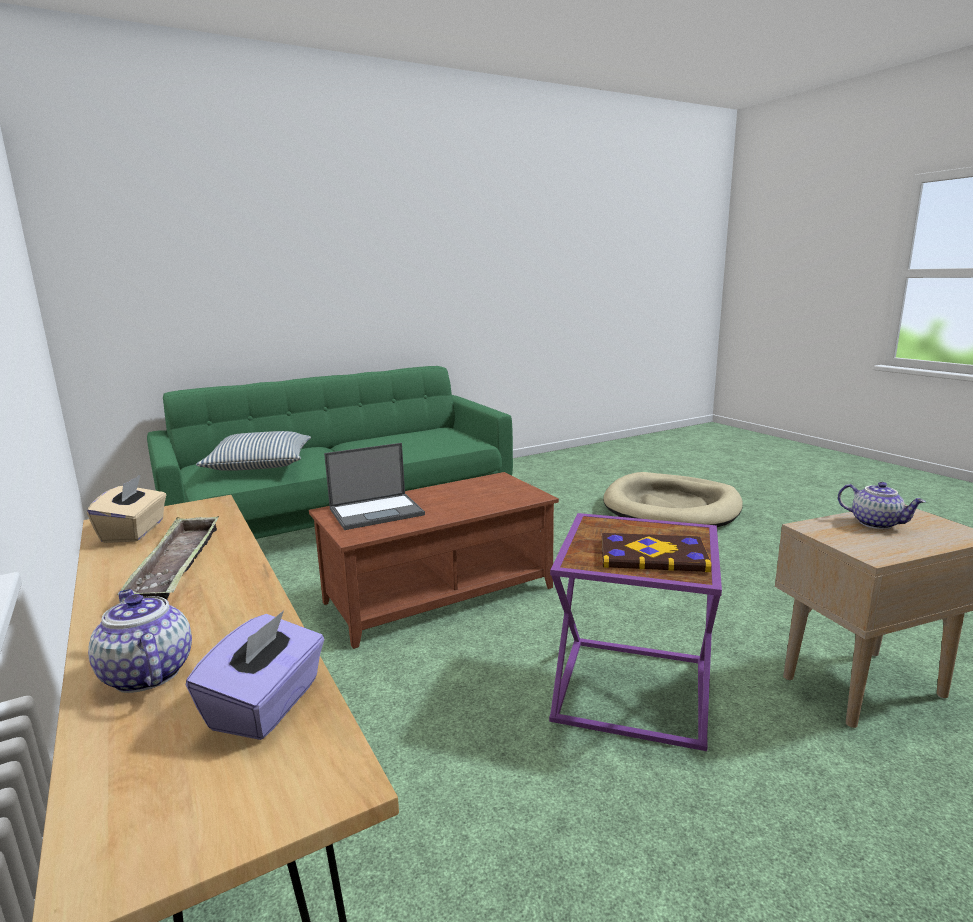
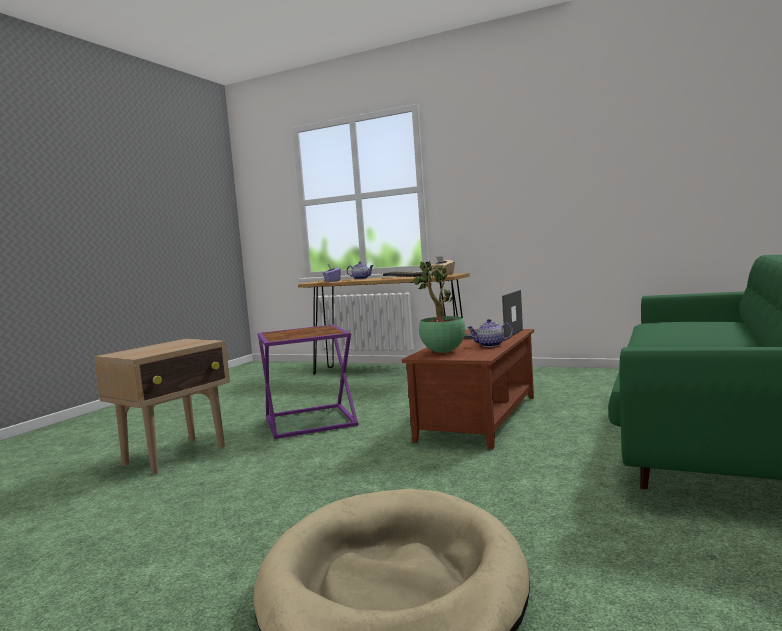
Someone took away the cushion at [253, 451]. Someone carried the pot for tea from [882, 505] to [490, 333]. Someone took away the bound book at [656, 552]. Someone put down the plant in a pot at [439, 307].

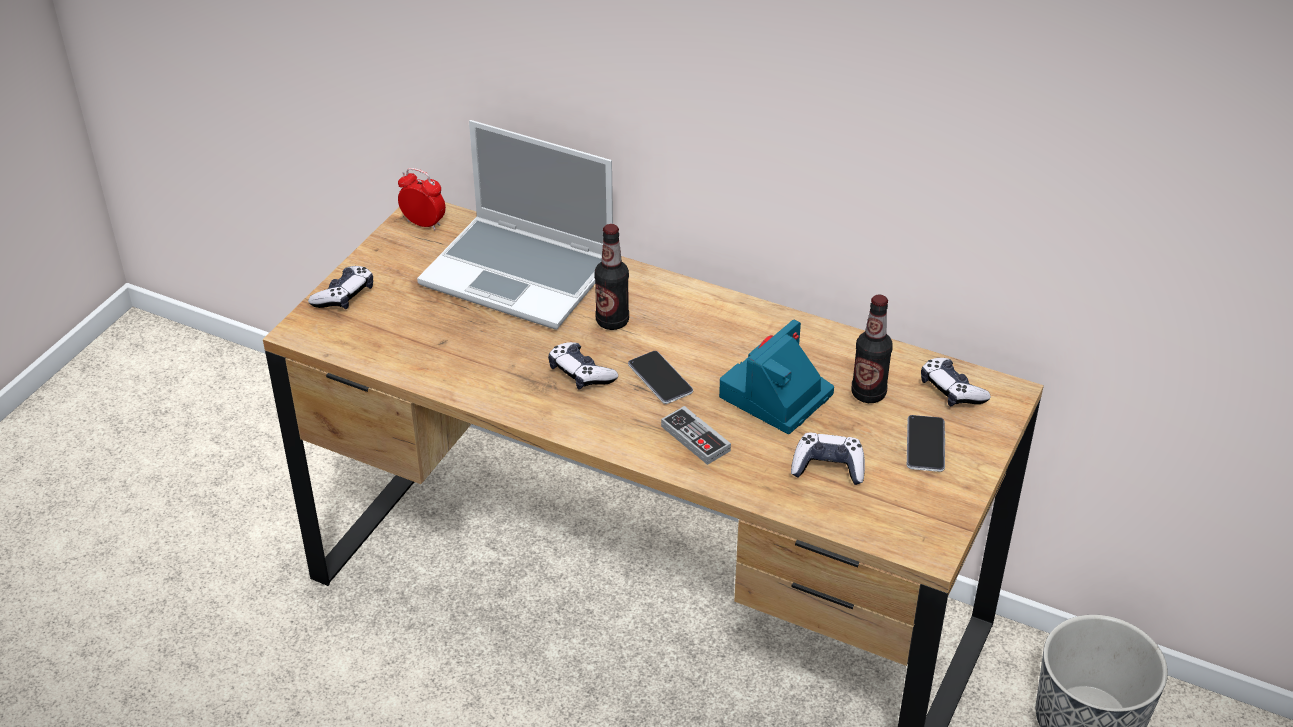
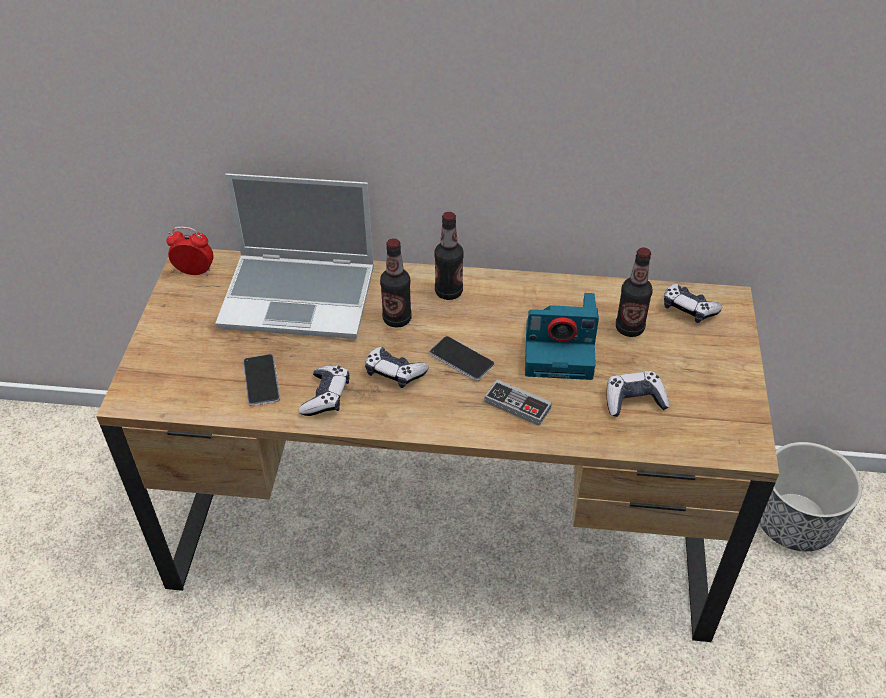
Someone carried the joypad from [340, 287] to [324, 390]. Someone rotated the photo camera at [776, 376] by 105 degrees counterclockwise. Someone carried the telephone from [926, 443] to [261, 380]. Someone put down the drink bottle at [449, 256].

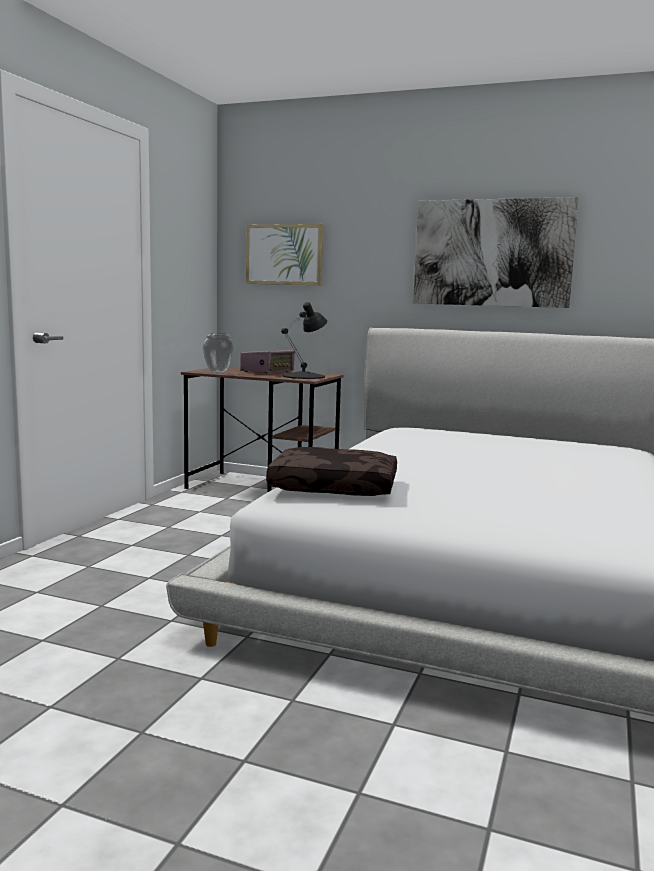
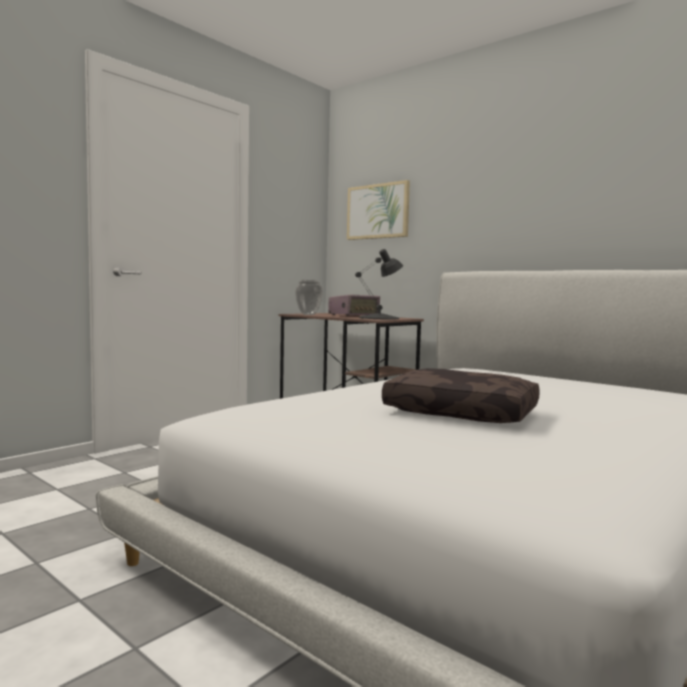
Someone took away the wall picture at [496, 252]. Someone carried the brownish cushion from [331, 471] to [461, 395].

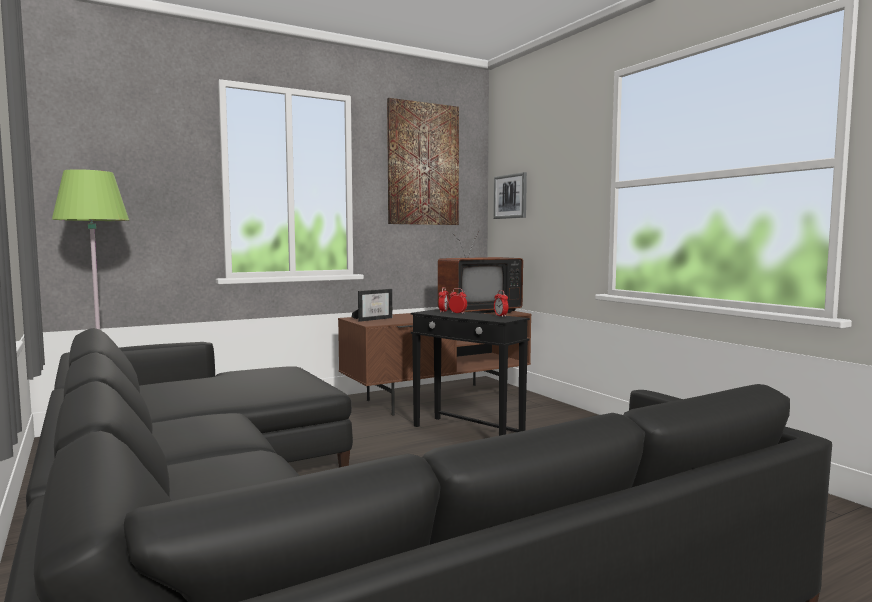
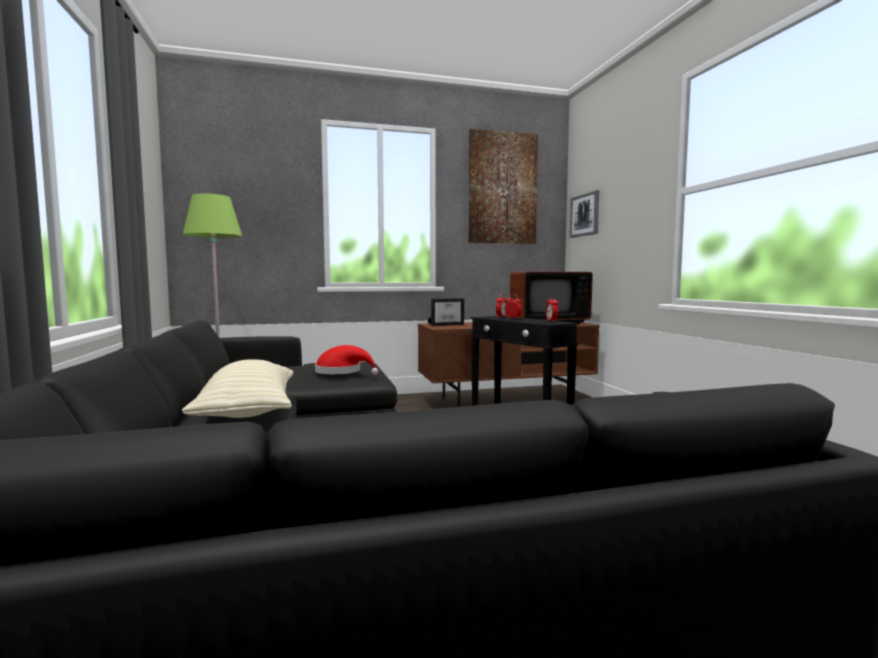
Someone put down the reddish hat at [346, 360]. Someone put down the sand-coloured cushion at [237, 388].

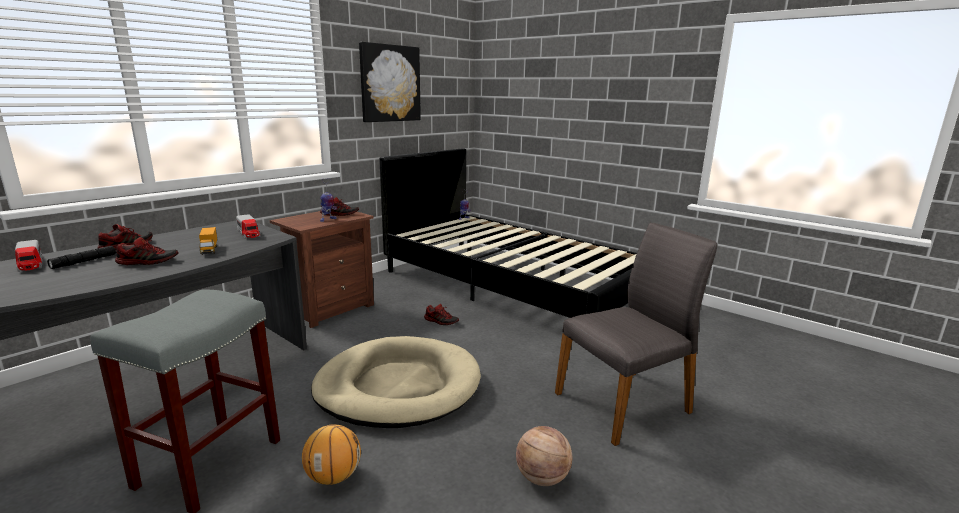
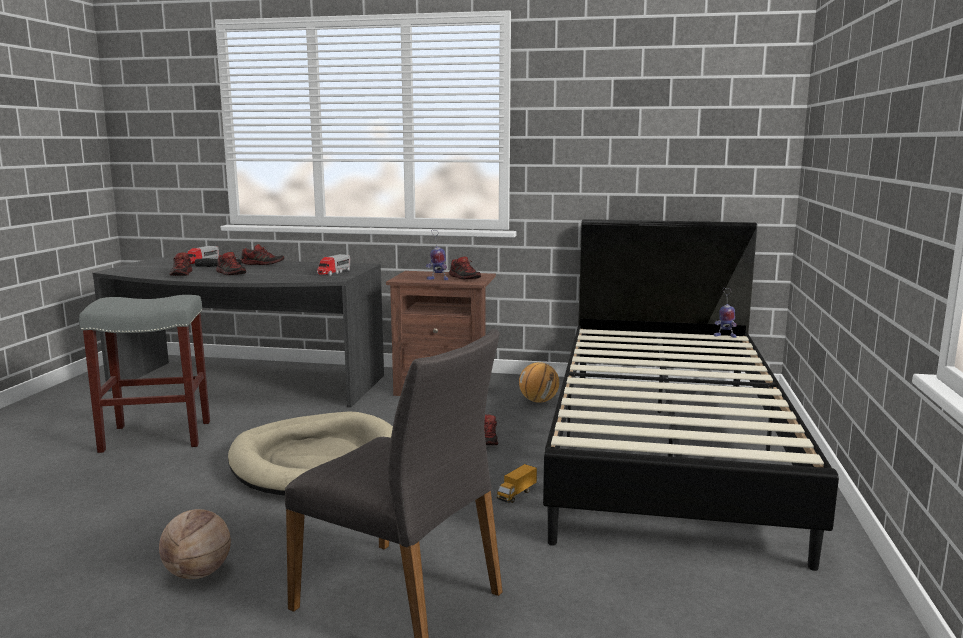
Someone took away the wall picture at [390, 82]. Someone carried the toy lorry from [208, 241] to [517, 483]. Someone carried the ball for basketball from [331, 454] to [539, 382]. Someone put down the shoe at [180, 264].

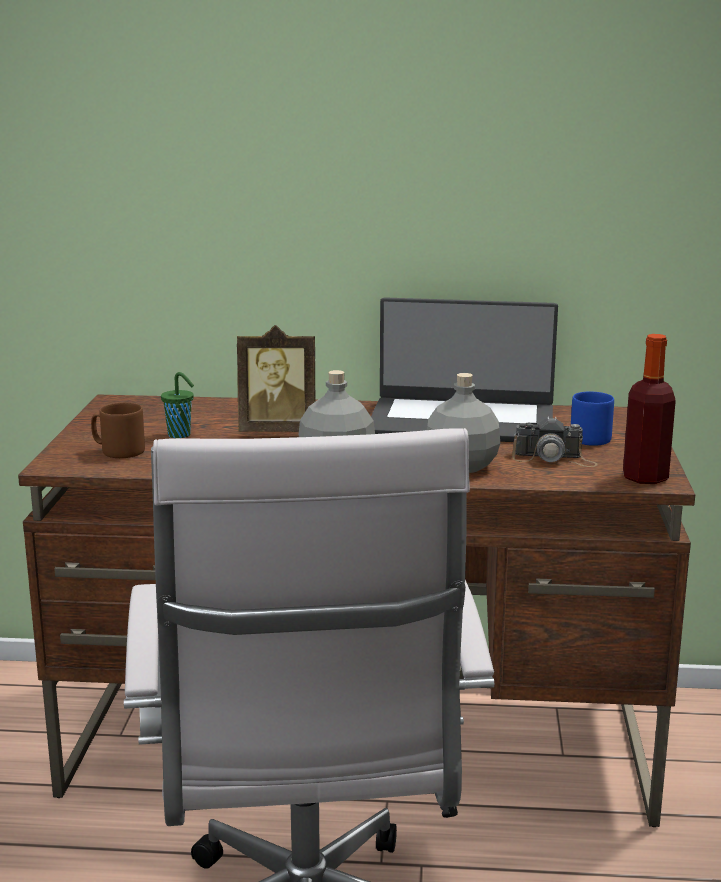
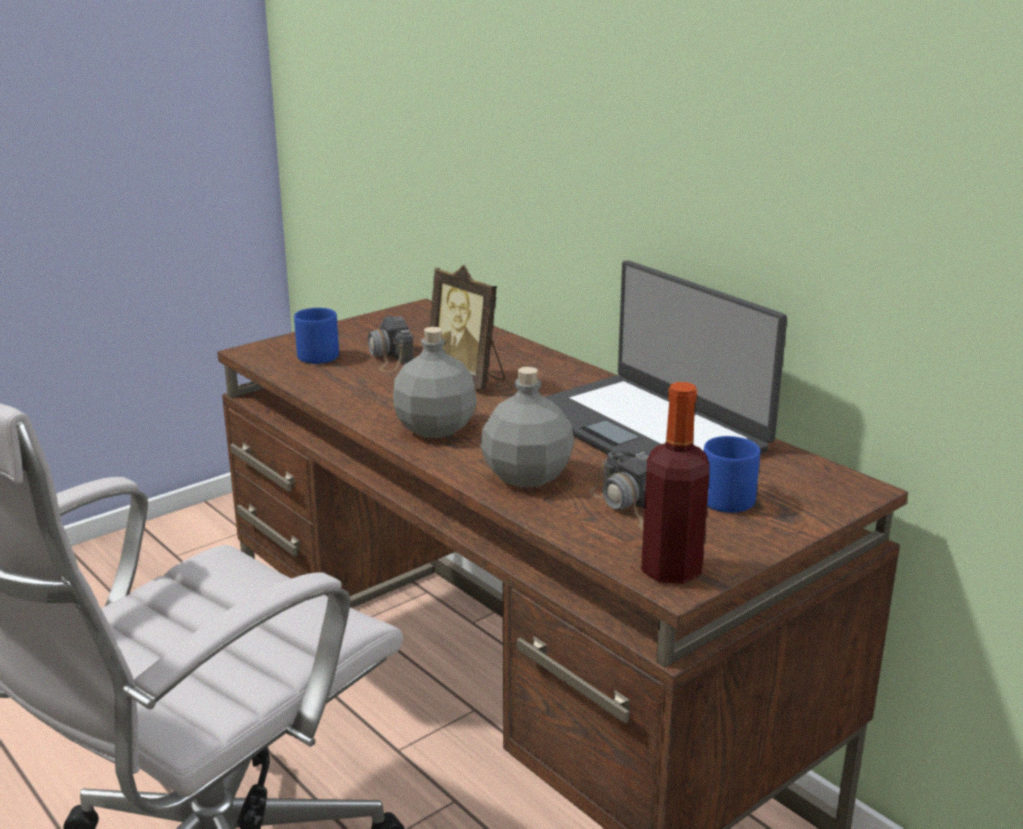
Someone swapped the green drinking cup at [177, 405] for the photo camera at [391, 344]. Someone repainted the brownish mug at [118, 430], which became the blue mug at [316, 336].

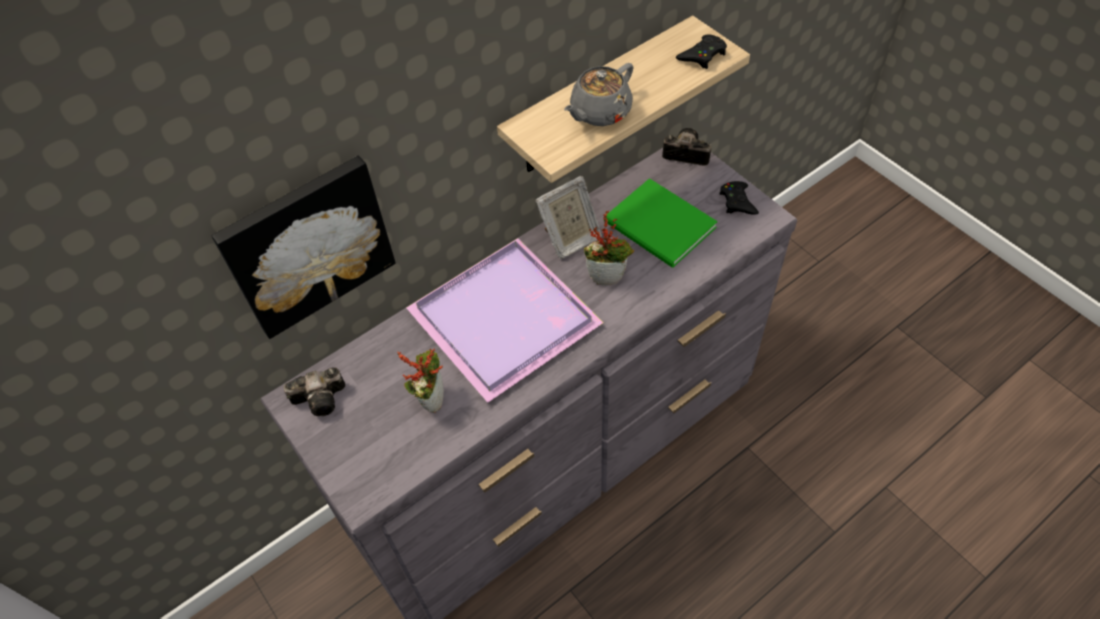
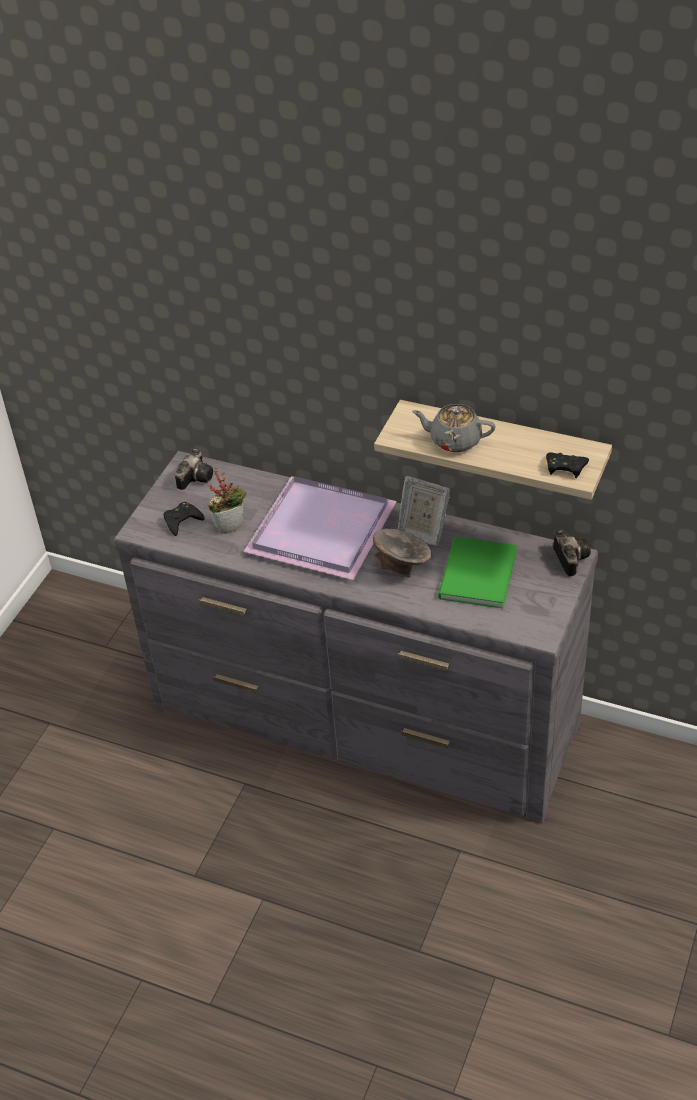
Someone took away the wall picture at [303, 247]. Someone carried the black joypad from [739, 198] to [184, 519]. Someone swapped the plant in a pot at [609, 248] for the greyish serving bowl at [402, 553]. Someone rotated the photo camera at [314, 391] by 105 degrees counterclockwise.

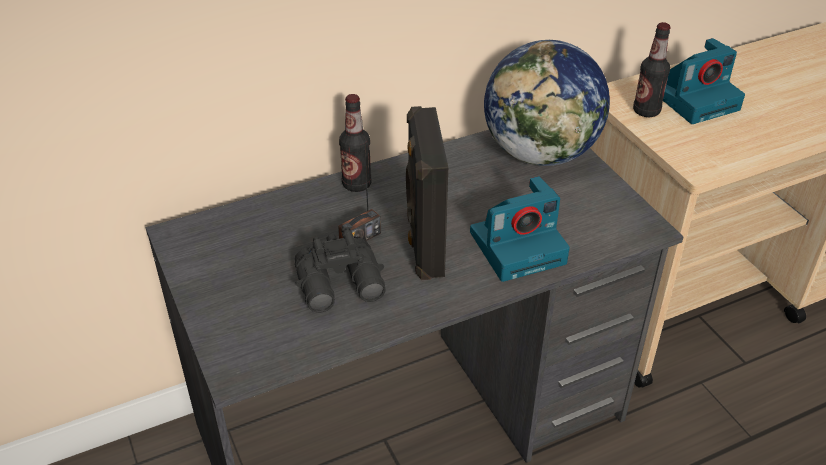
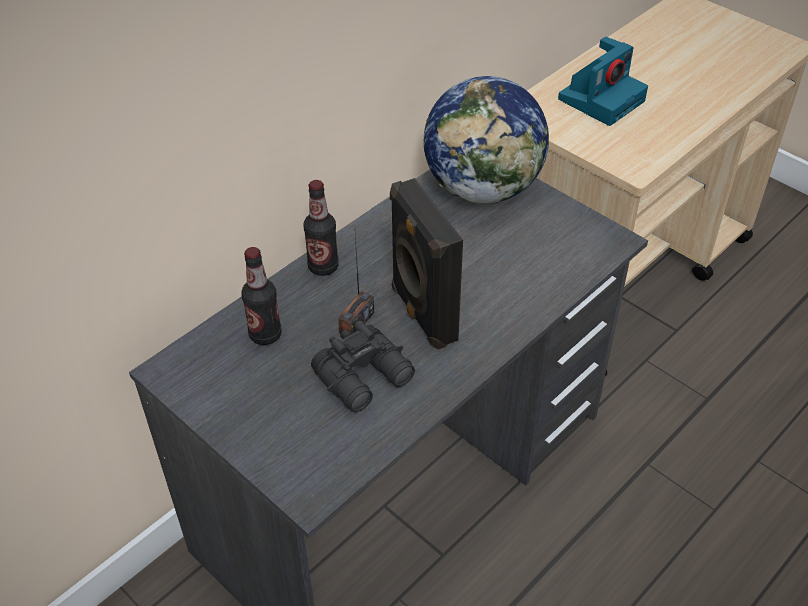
Someone carried the drink bottle from [652, 69] to [262, 296]. Someone took away the photo camera at [520, 229].

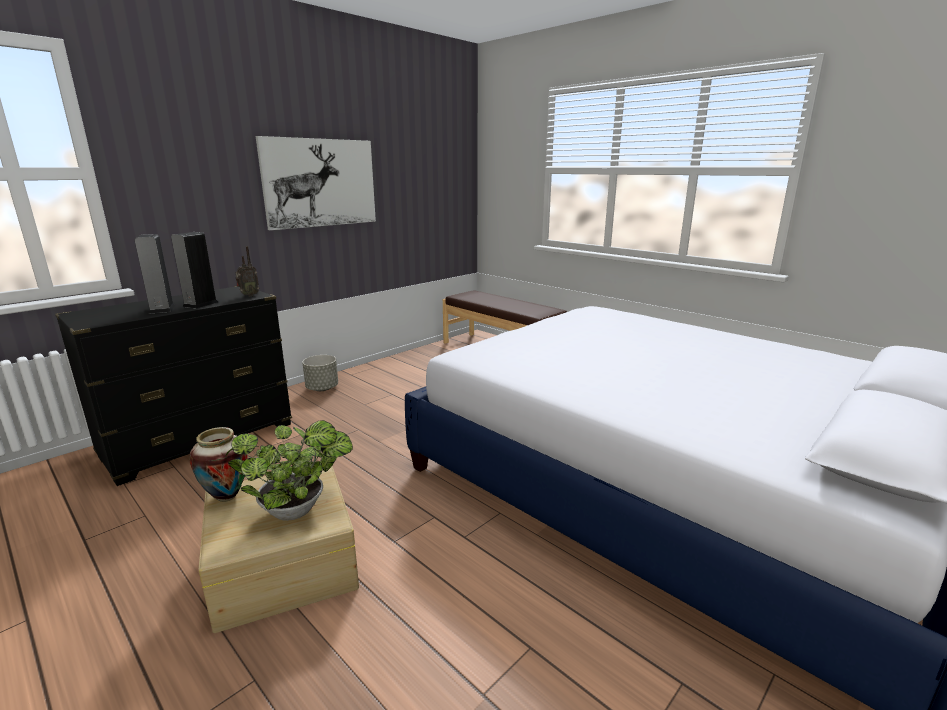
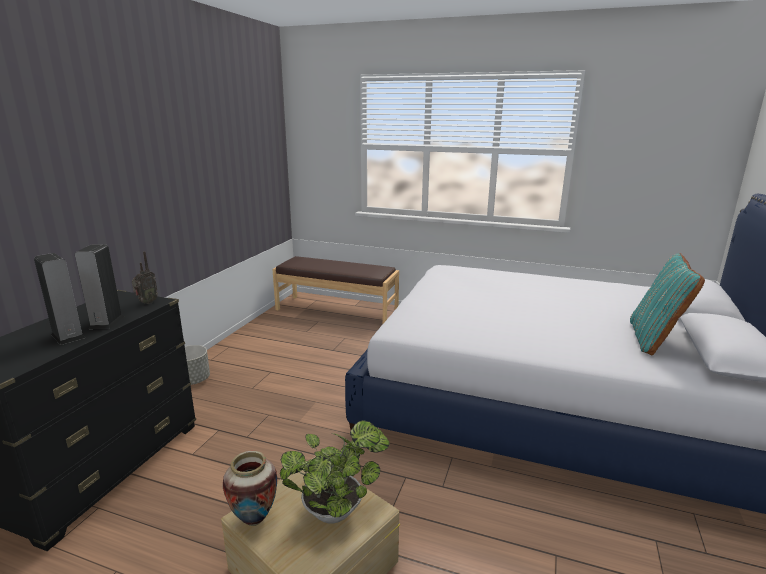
Someone took away the wall picture at [316, 183]. Someone put down the turquoise cushion at [667, 304].

